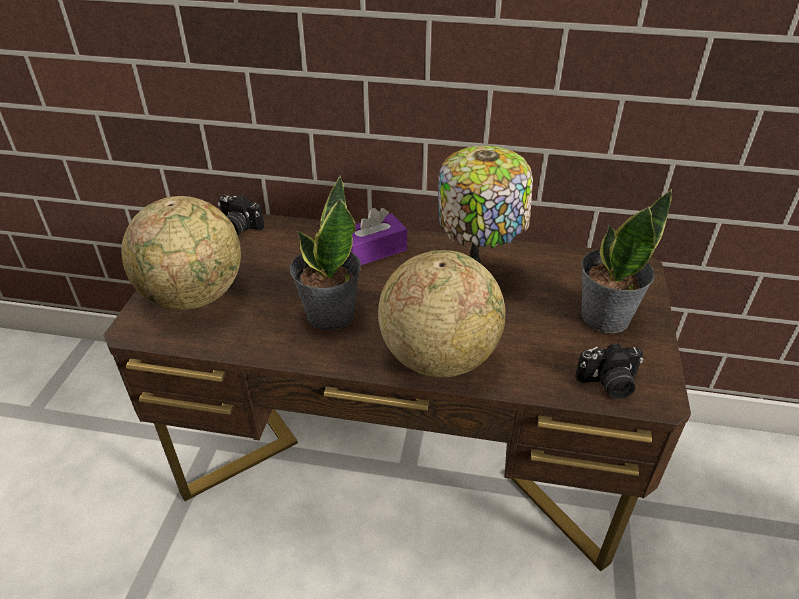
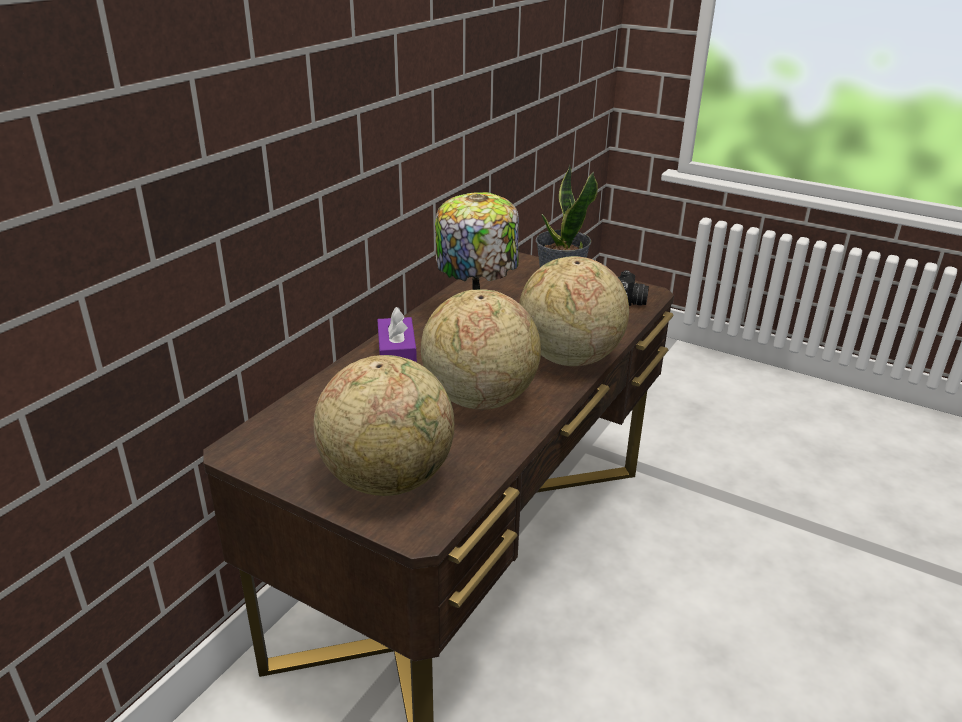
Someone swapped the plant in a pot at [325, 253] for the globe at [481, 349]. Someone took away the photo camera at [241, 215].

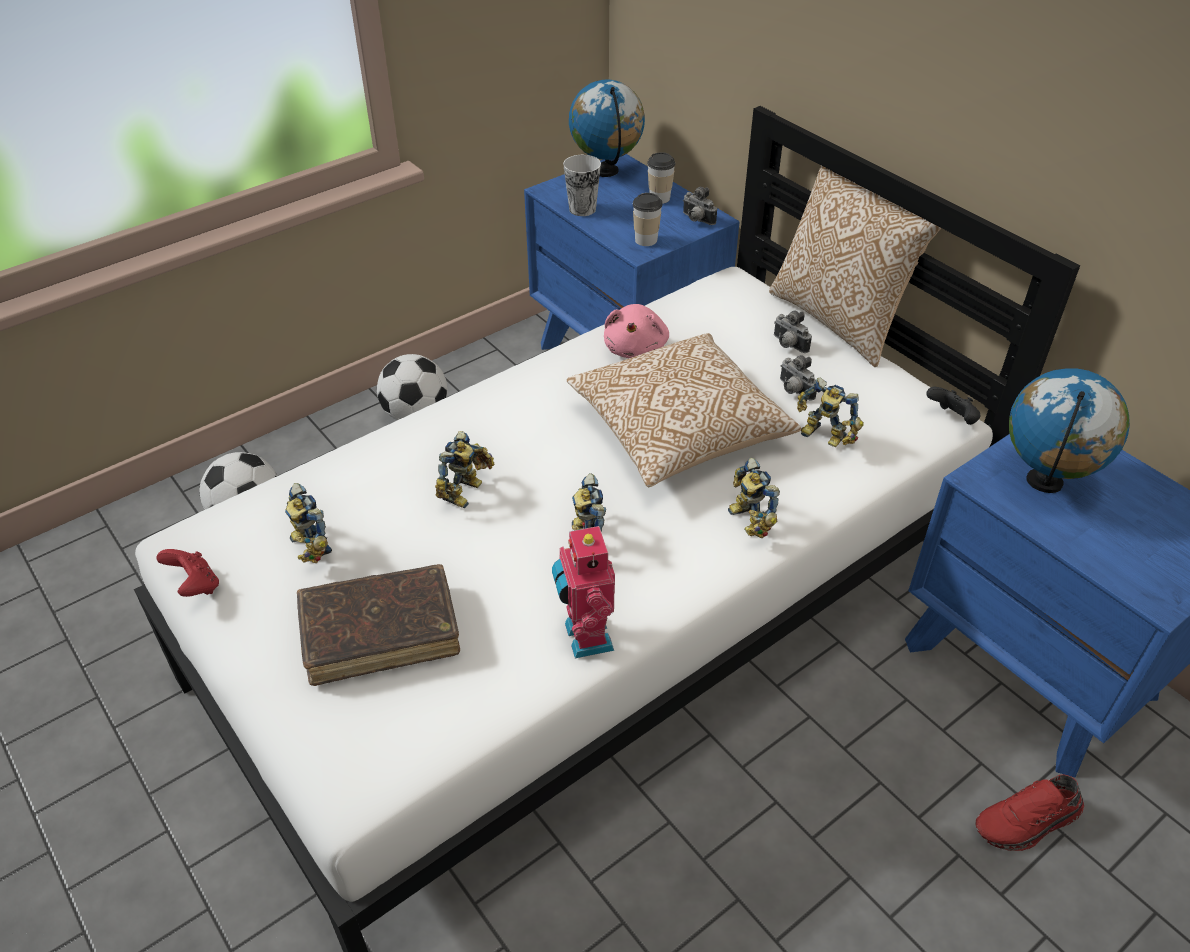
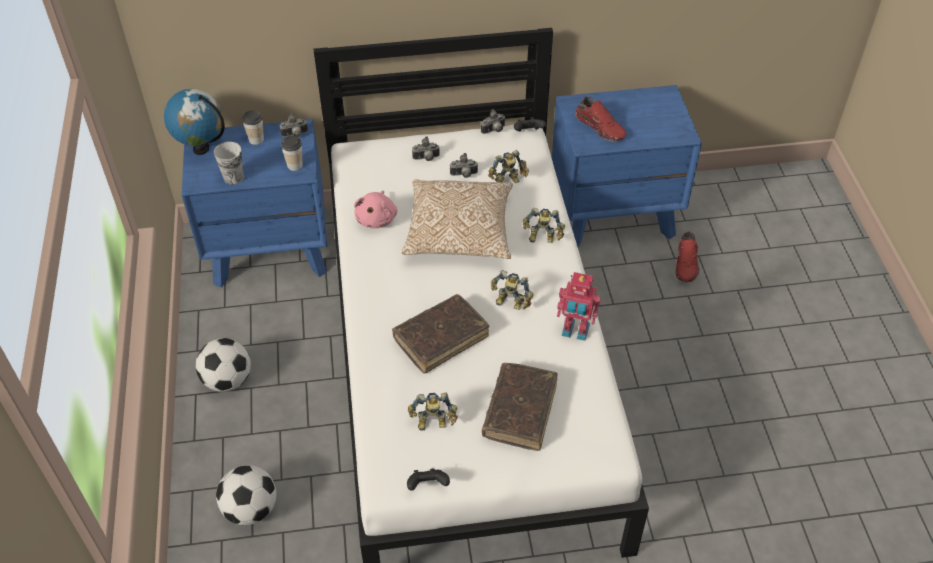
Someone took away the cushion at [855, 266]. Someone rotated the pink-coloured soft toy at [636, 331] by 60 degrees clockwise. Someone swapped the globe at [1069, 430] for the reddish shoe at [600, 119]. Someone swapped the toy robot at [464, 469] for the brownish bound book at [441, 333]. Someone repainted the reddish joypad at [187, 573], which became the black joypad at [428, 480]. Someone put down the photo camera at [493, 121].

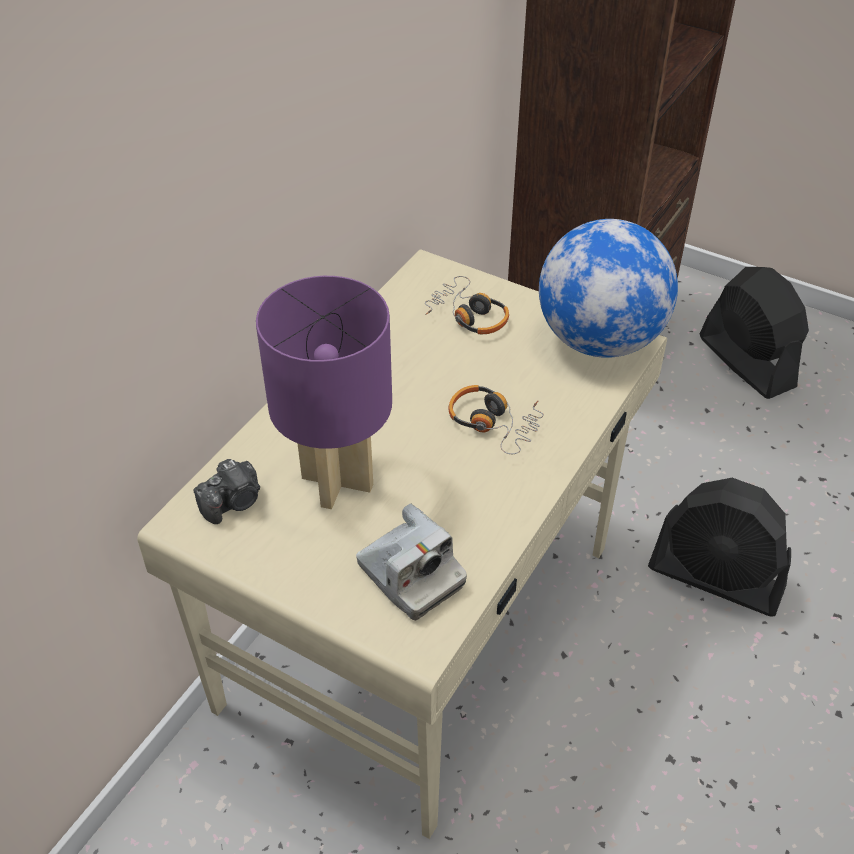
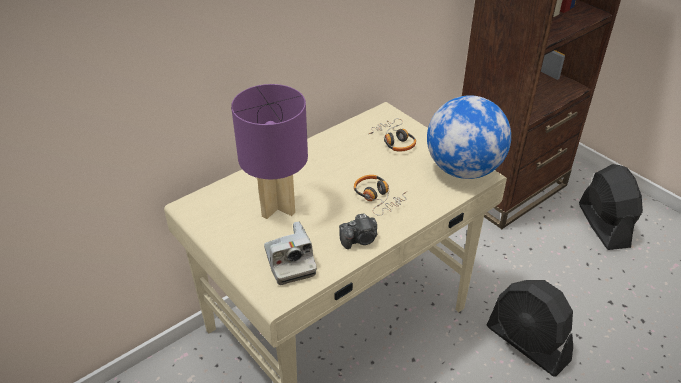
Someone carried the photo camera from [226, 491] to [358, 231].

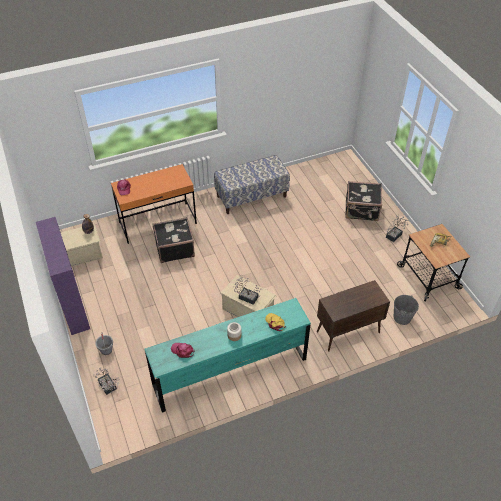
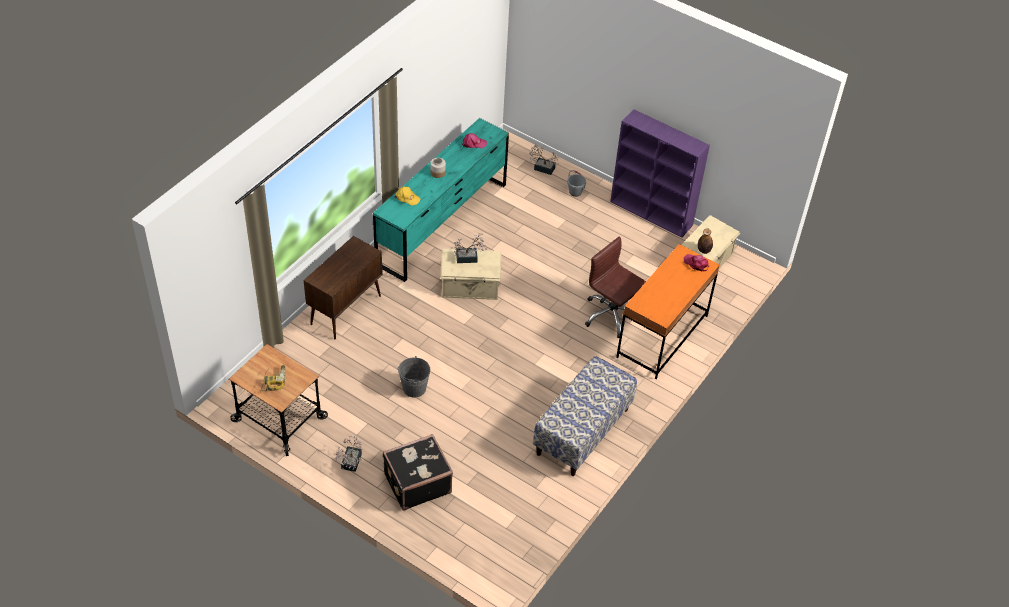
Someone swapped the black travel case at [174, 240] for the brownish desk chair at [615, 287]. Someone carried the greyish bucket from [406, 310] to [413, 377].

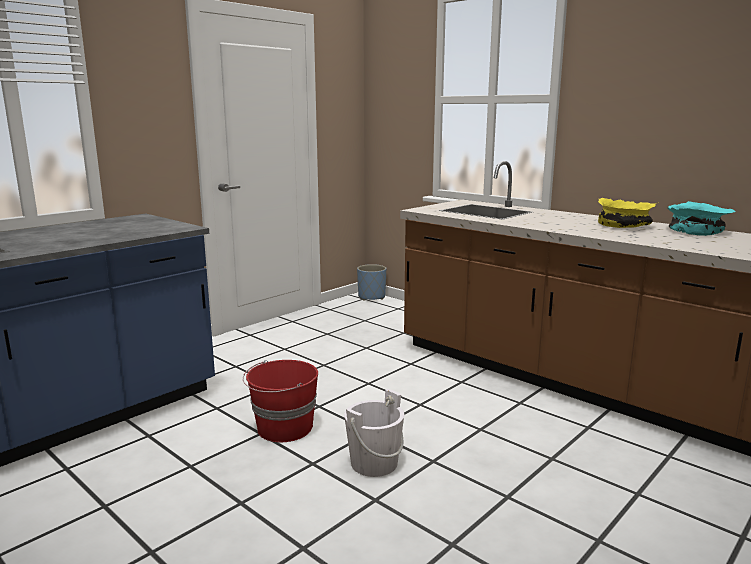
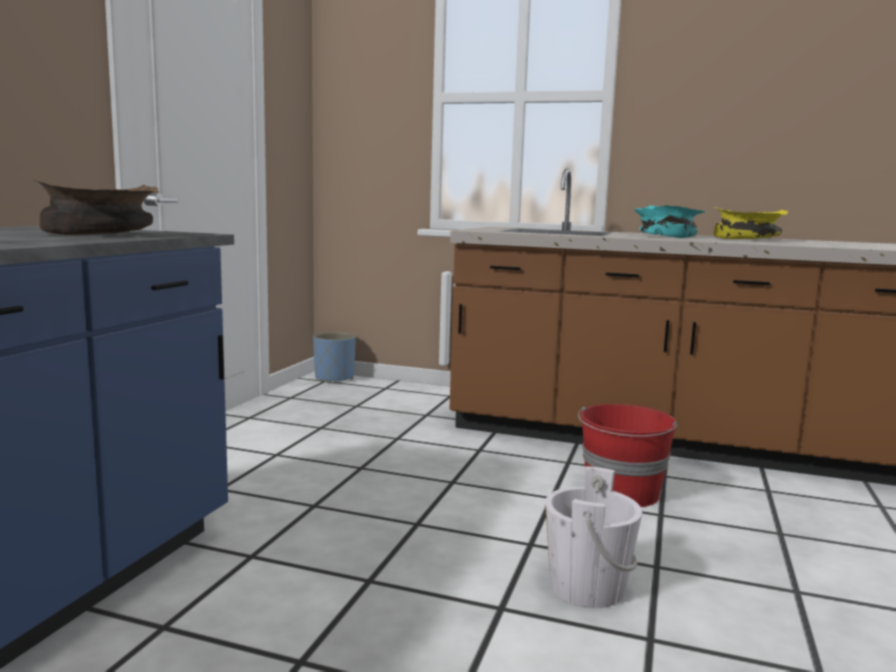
Someone carried the turquoise serving bowl from [701, 218] to [670, 221]. Someone carried the reddish bucket from [280, 401] to [628, 455]. Someone put down the brownish serving bowl at [96, 207].

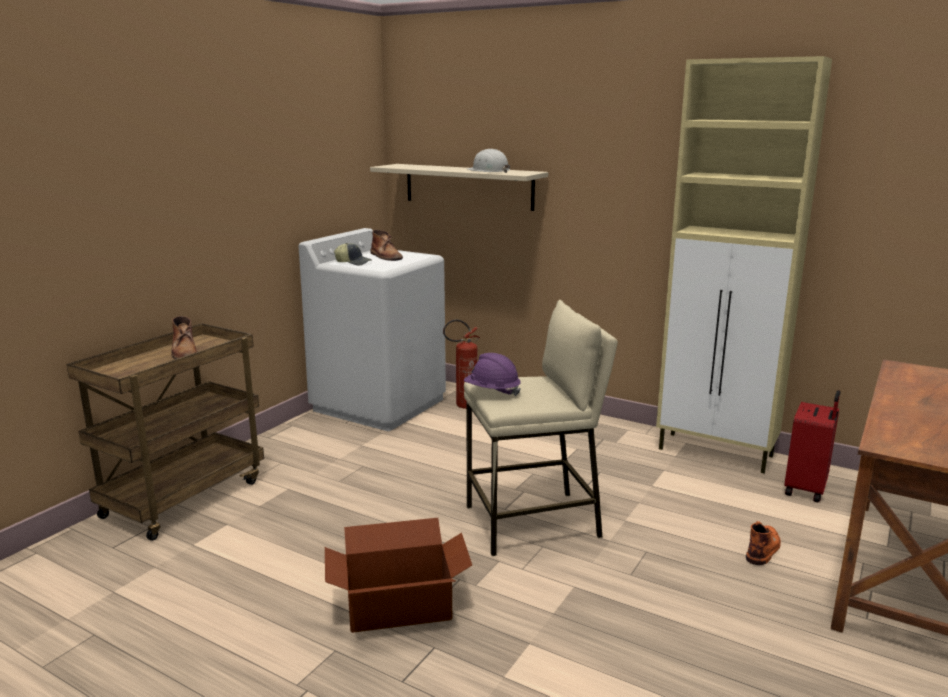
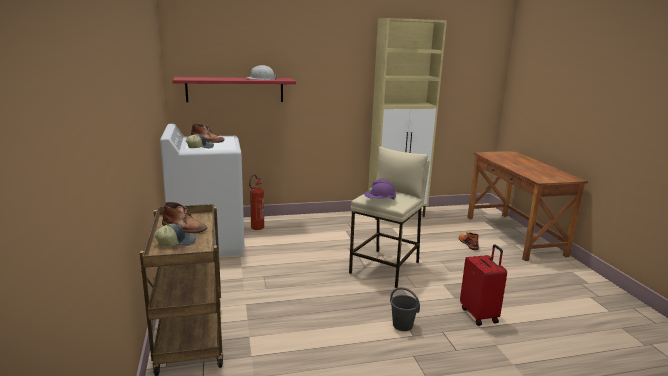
Someone repainted the sand-coloured shelf at [459, 187], which became the reddish shelf at [234, 89]. Someone carried the reddish travel case from [812, 446] to [483, 285]. Someone swapped the packing box at [398, 575] for the greyish bucket at [405, 309]. Someone put down the cap at [175, 235].

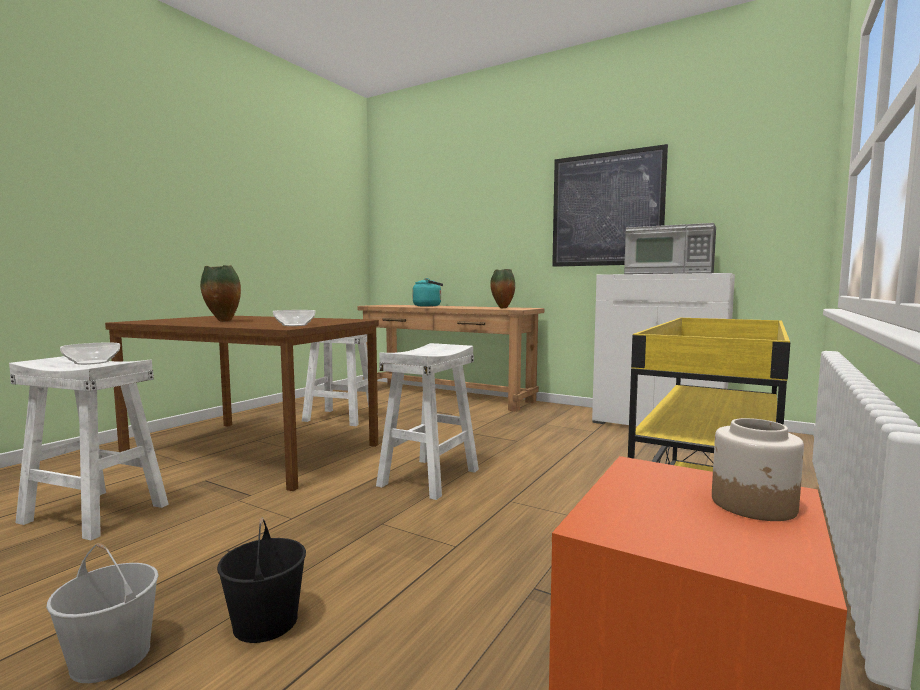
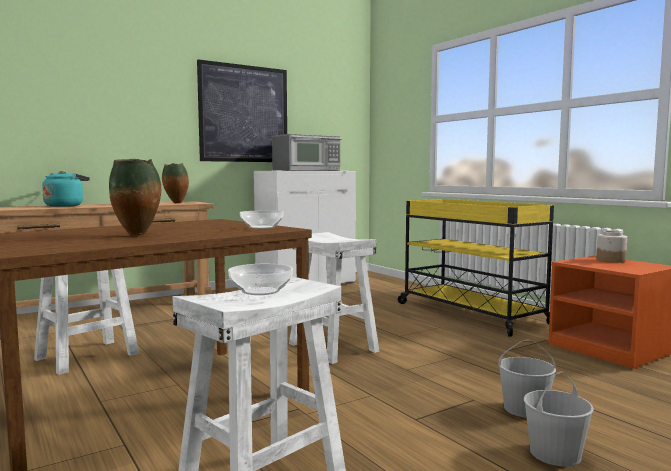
Someone repainted the black bucket at [261, 580], which became the white-coloured bucket at [527, 379].

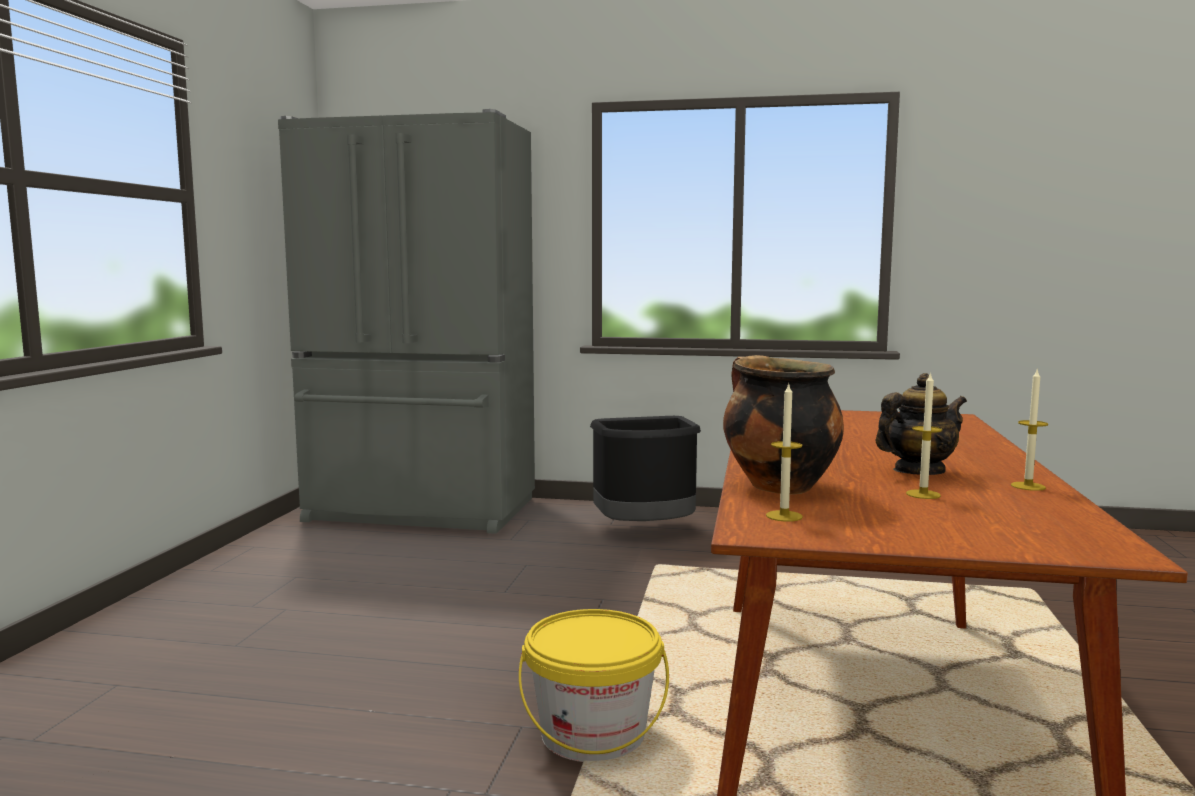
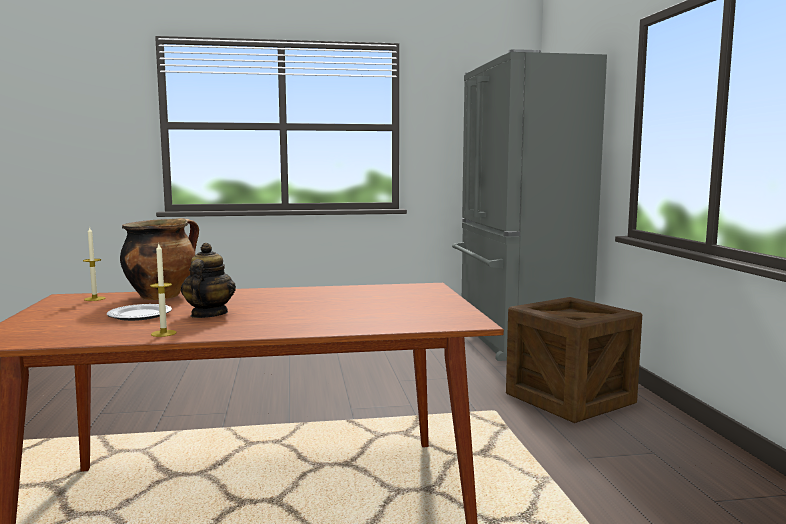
Someone swapped the wax light at [924, 435] for the flat dish at [139, 312]. Someone rotated the pot for tea at [921, 424] by 135 degrees counterclockwise. Someone swapped the black waste bin at [645, 468] for the crate at [574, 360]. Someone took away the yellow bucket at [594, 685].

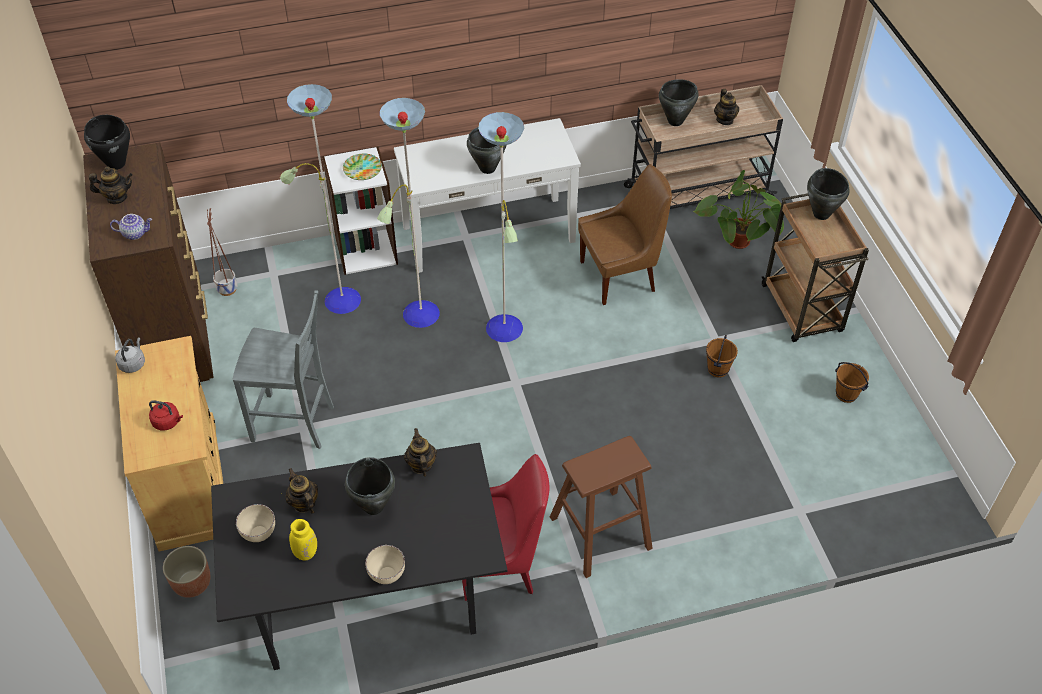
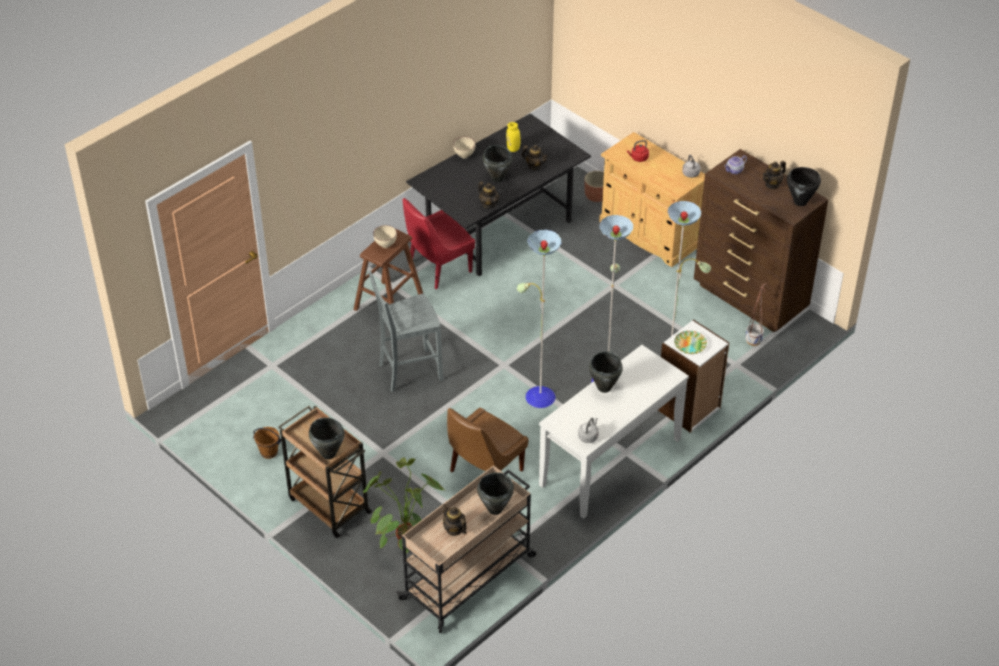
Someone carried the greyish chair from [283, 369] to [405, 331]. Someone took away the brownish bucket at [722, 356]. Someone carried the sand-coloured serving bowl from [255, 523] to [385, 236]. Someone put down the greyish tea kettle at [588, 430].

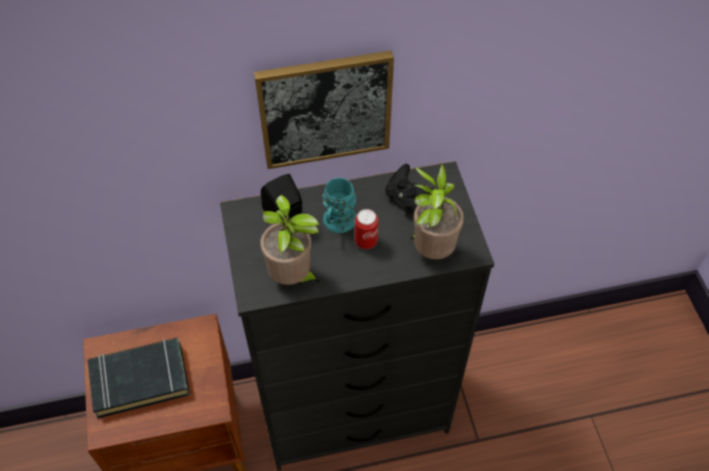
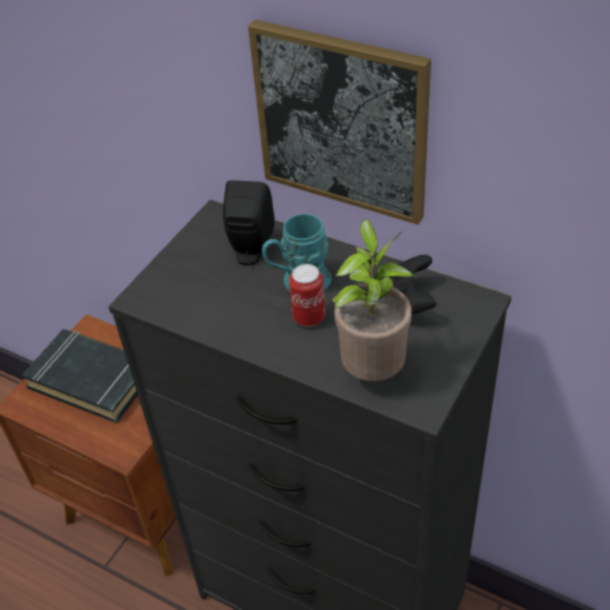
Someone took away the plant in a pot at [290, 240].

